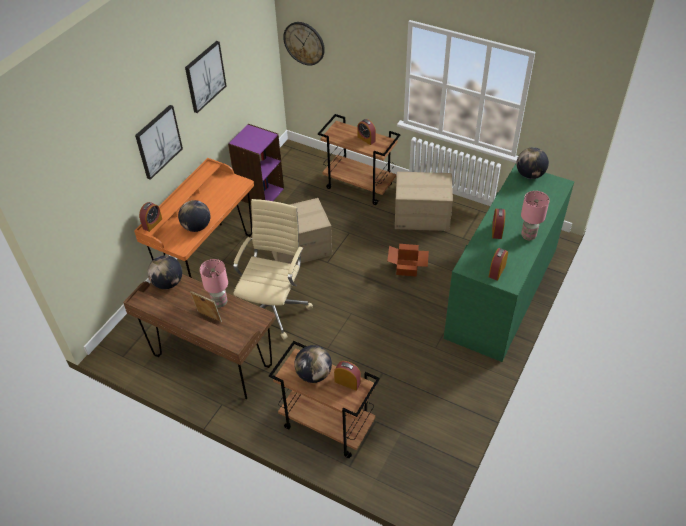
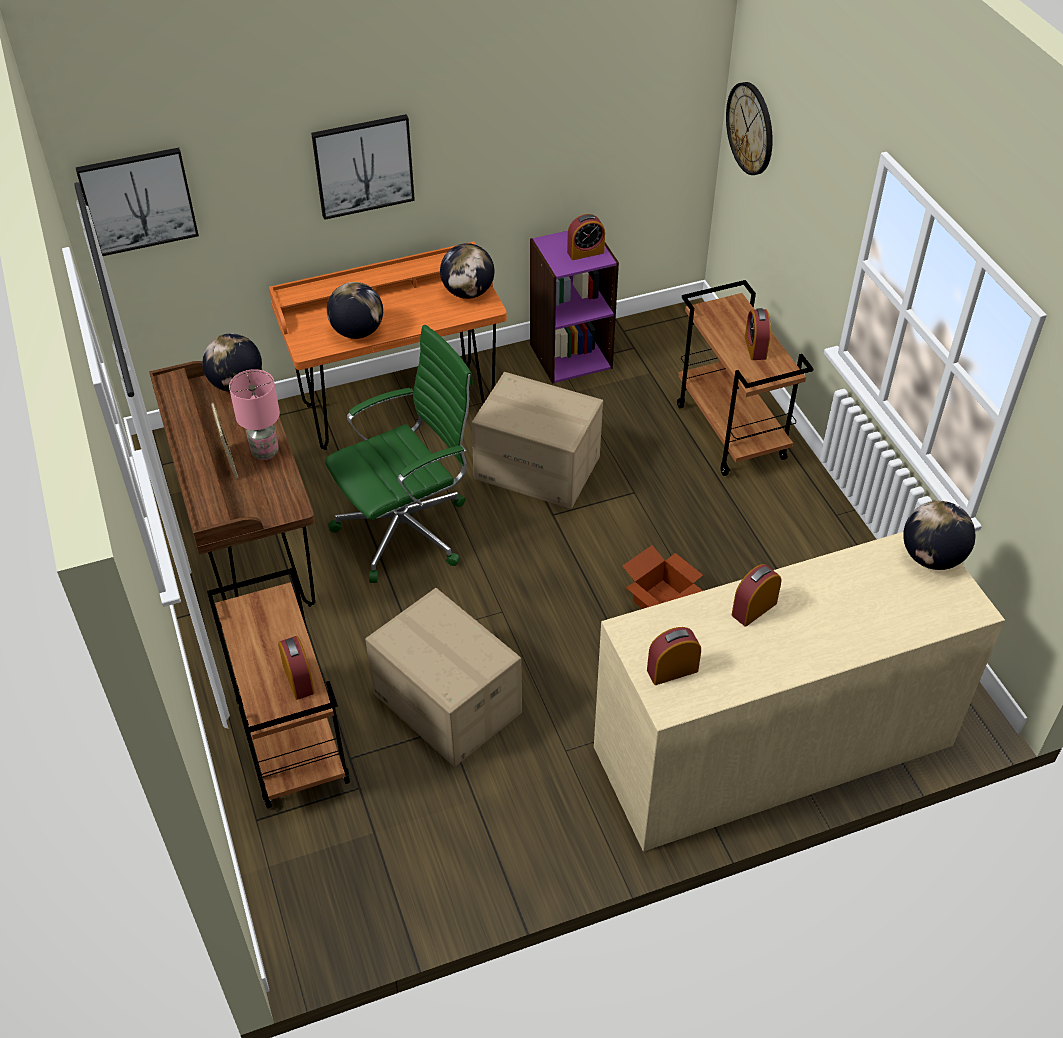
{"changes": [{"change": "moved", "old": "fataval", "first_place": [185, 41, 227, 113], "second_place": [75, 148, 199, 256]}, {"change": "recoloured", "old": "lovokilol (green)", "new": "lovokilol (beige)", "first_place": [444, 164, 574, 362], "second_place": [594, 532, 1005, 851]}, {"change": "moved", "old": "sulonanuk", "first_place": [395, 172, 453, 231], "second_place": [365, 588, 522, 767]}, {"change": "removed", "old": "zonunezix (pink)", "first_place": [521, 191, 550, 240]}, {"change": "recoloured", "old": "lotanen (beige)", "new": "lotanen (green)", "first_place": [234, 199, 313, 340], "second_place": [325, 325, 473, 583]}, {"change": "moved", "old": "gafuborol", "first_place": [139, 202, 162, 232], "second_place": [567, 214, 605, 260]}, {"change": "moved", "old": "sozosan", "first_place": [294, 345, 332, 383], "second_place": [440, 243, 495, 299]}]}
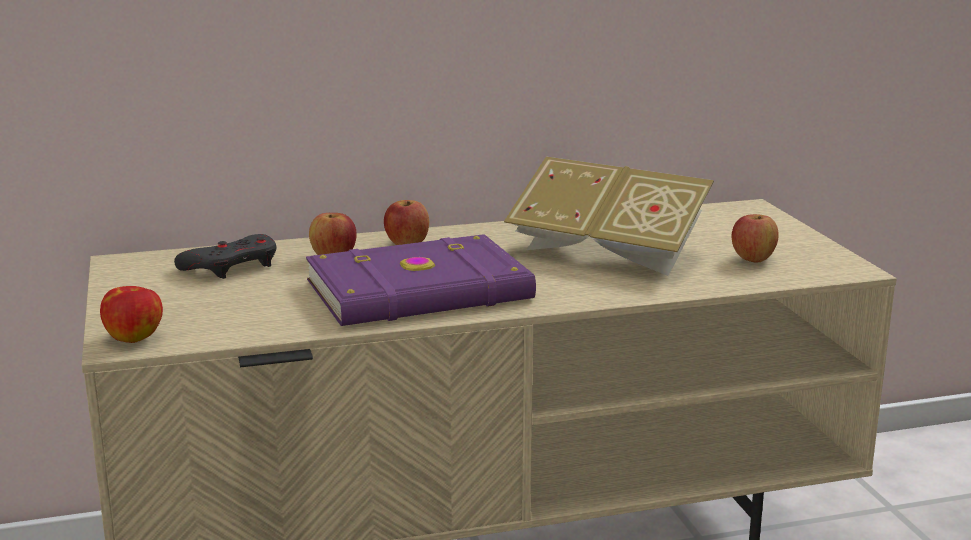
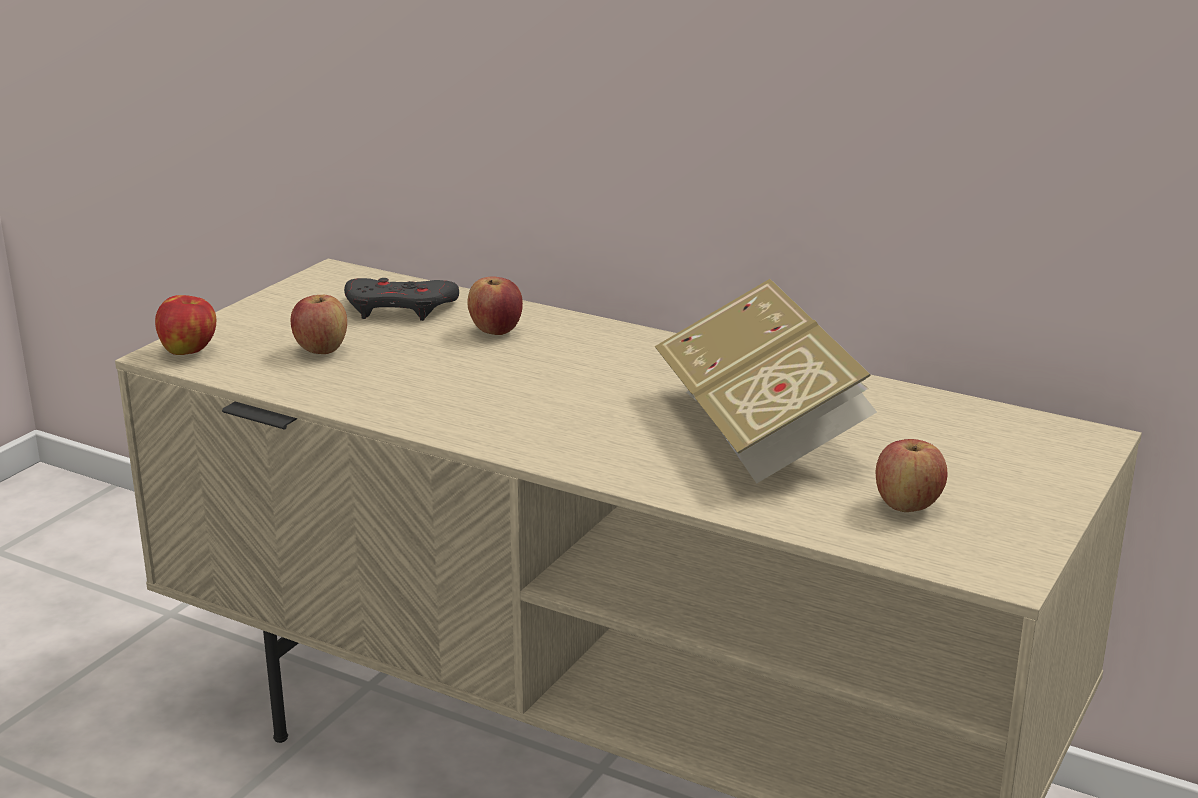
{"changes": [{"change": "moved", "old": "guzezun", "first_place": [384, 200, 429, 245], "second_place": [291, 295, 347, 354]}, {"change": "removed", "old": "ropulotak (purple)", "first_place": [306, 234, 536, 326]}]}
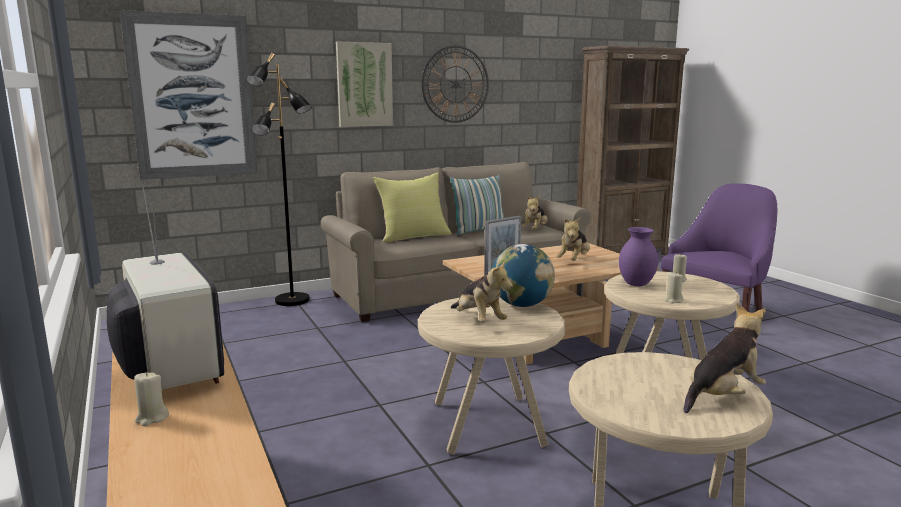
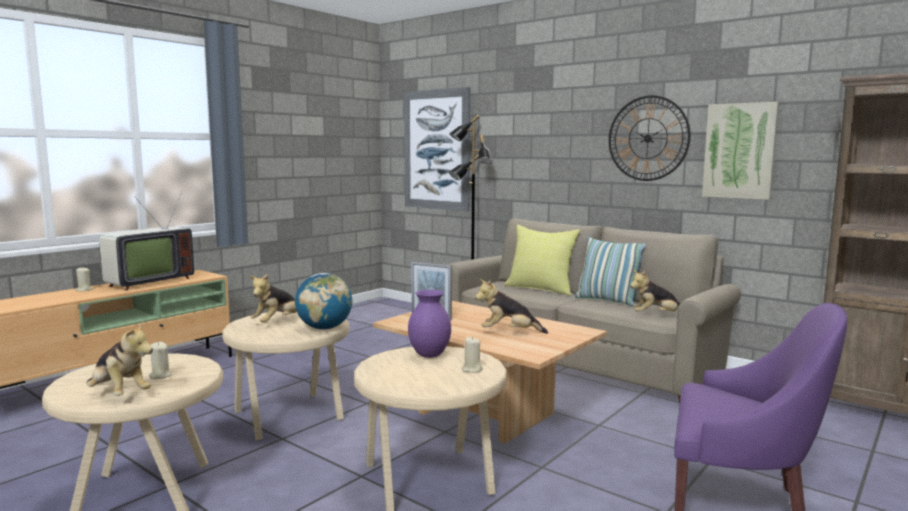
{"changes": [{"change": "moved", "old": "fataval", "first_place": [336, 42, 393, 127], "second_place": [702, 102, 779, 200]}, {"change": "moved", "old": "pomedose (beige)", "first_place": [664, 272, 684, 304], "second_place": [149, 342, 172, 379]}]}
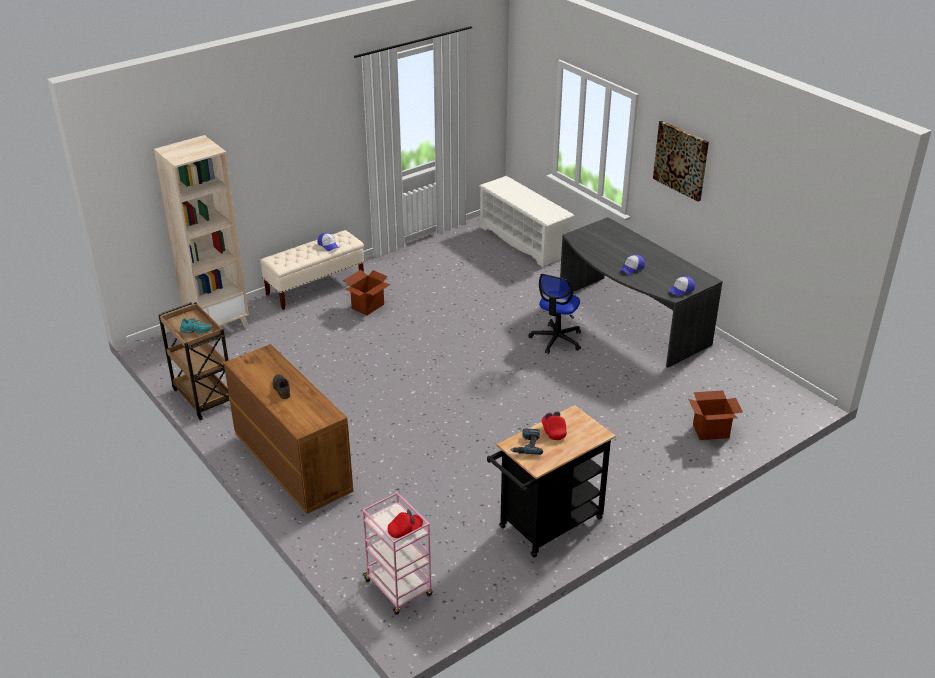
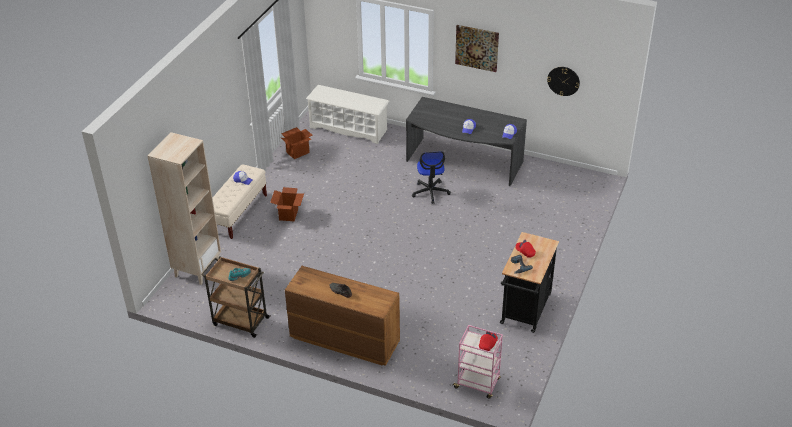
{"changes": [{"change": "moved", "old": "sulonanuk", "first_place": [689, 390, 743, 440], "second_place": [281, 127, 312, 159]}, {"change": "added", "new": "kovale", "second_place": [547, 67, 580, 96]}]}
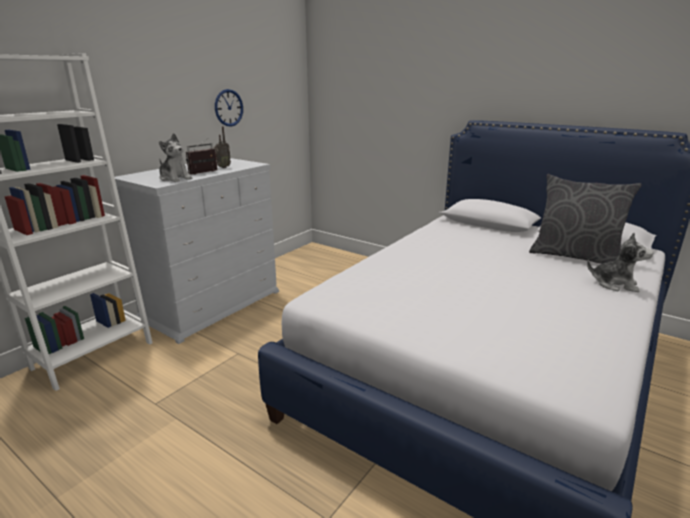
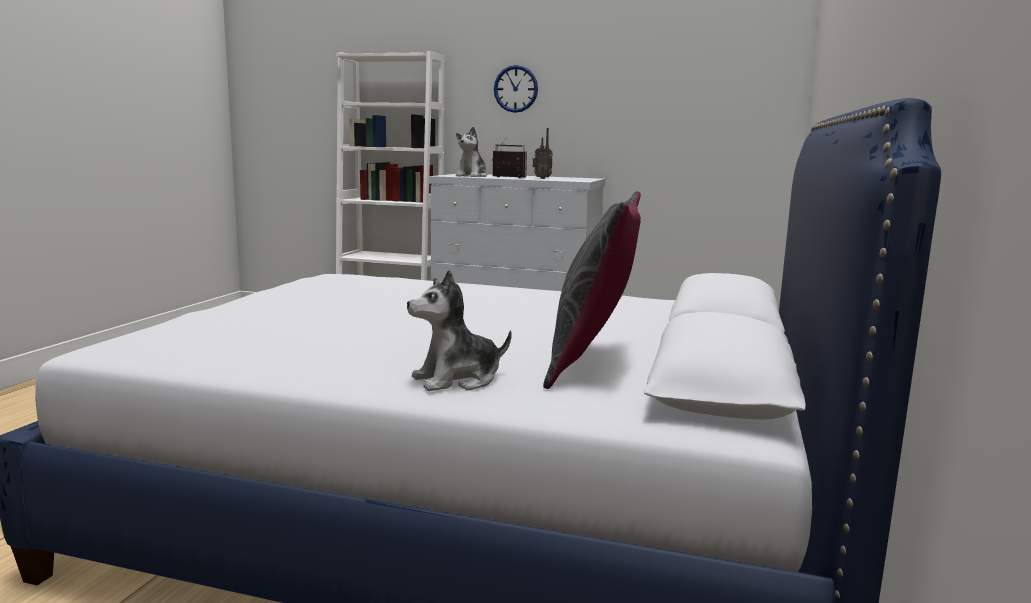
{"changes": [{"change": "moved", "old": "kovale", "first_place": [215, 89, 243, 127], "second_place": [494, 65, 538, 113]}, {"change": "turned", "old": "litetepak", "first_place": [587, 233, 654, 292], "second_place": [407, 270, 512, 391], "degrees": 60}]}
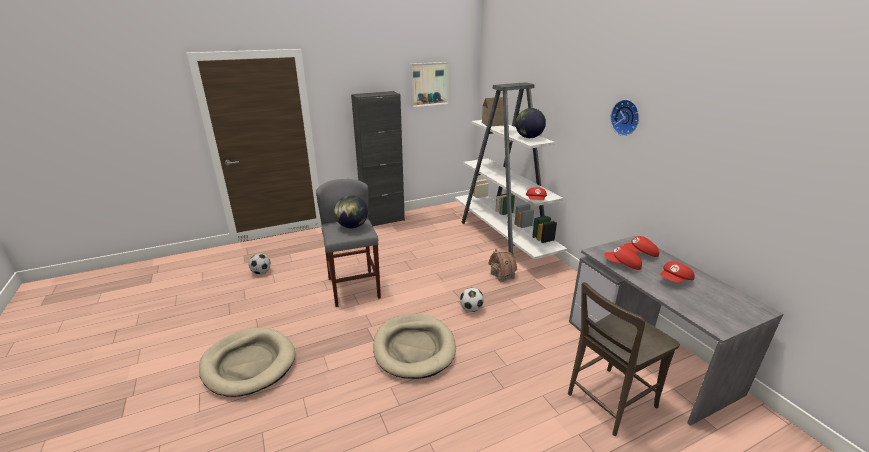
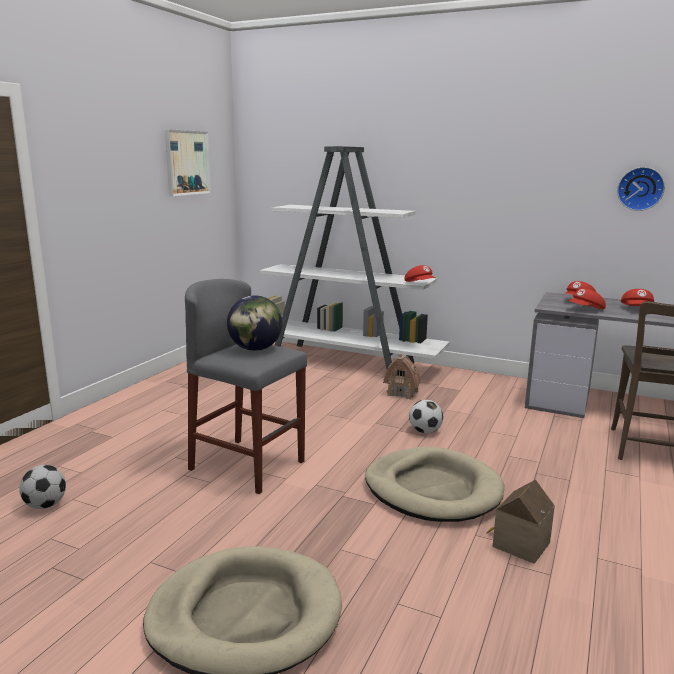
{"changes": [{"change": "removed", "old": "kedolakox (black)", "first_place": [351, 91, 405, 226]}, {"change": "moved", "old": "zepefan", "first_place": [482, 97, 504, 126], "second_place": [486, 480, 555, 564]}, {"change": "moved", "old": "kovale", "first_place": [610, 99, 639, 136], "second_place": [617, 167, 665, 211]}, {"change": "removed", "old": "sozosan", "first_place": [516, 108, 546, 138]}]}
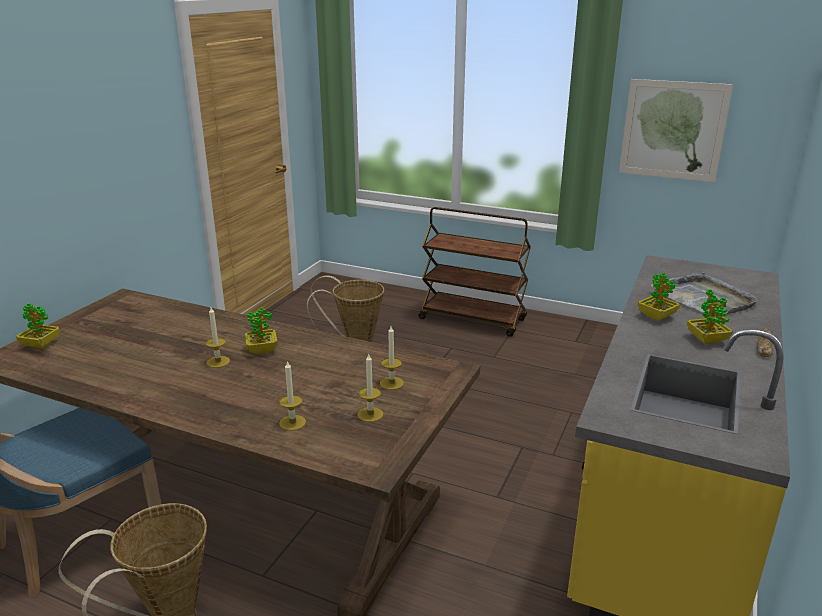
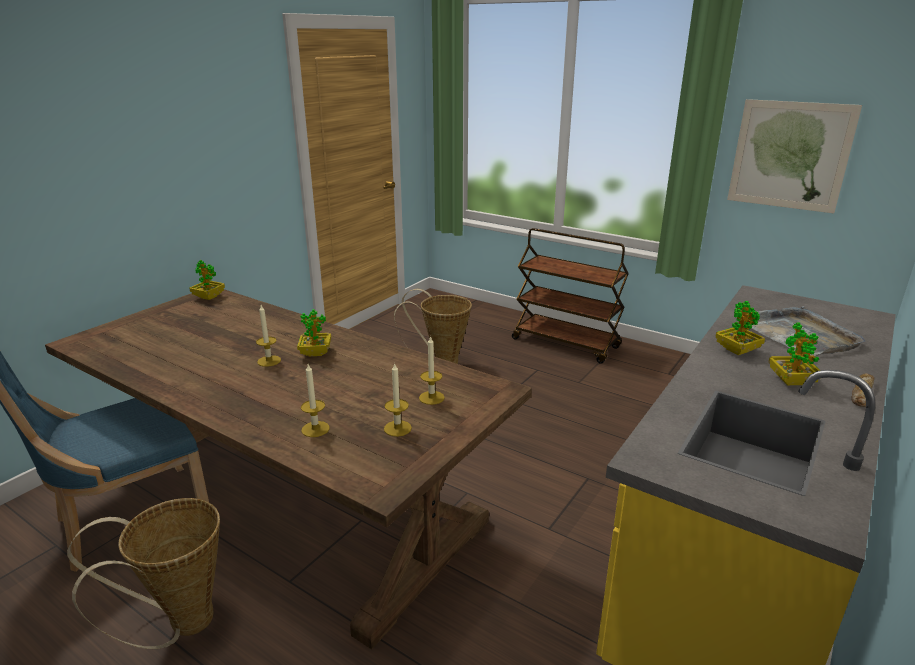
{"changes": [{"change": "moved", "old": "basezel", "first_place": [16, 303, 60, 349], "second_place": [189, 260, 225, 300]}]}
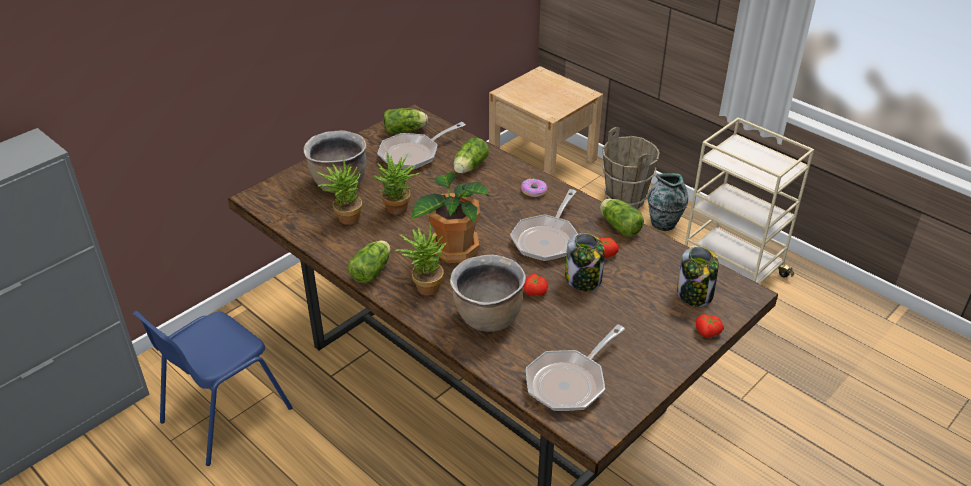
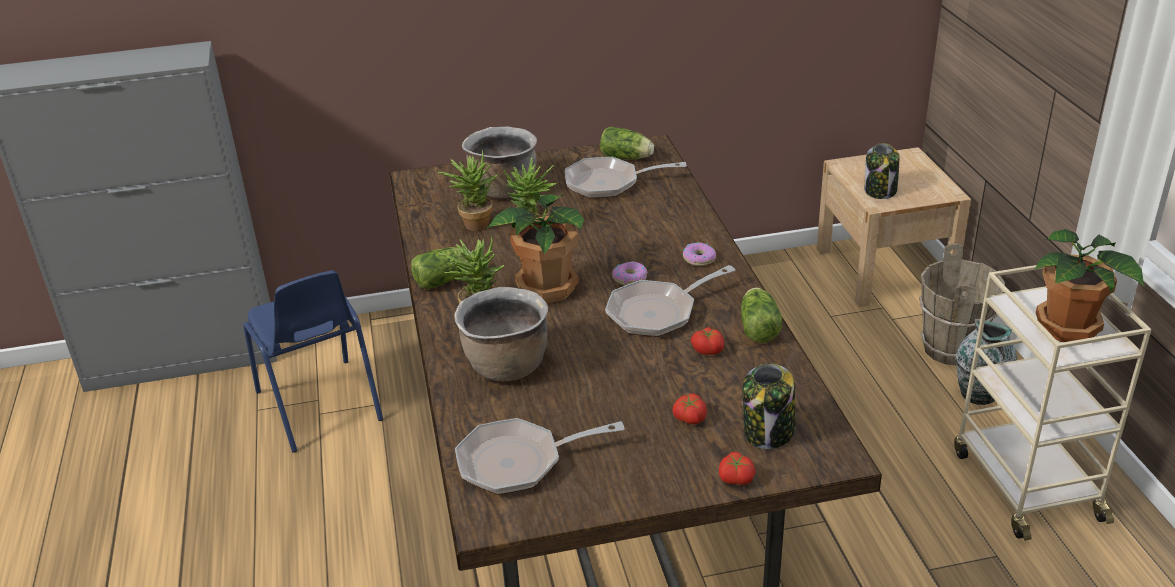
{"changes": [{"change": "removed", "old": "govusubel", "first_place": [453, 138, 489, 174]}, {"change": "moved", "old": "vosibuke", "first_place": [565, 233, 605, 291], "second_place": [864, 143, 900, 199]}, {"change": "moved", "old": "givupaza", "first_place": [524, 274, 548, 296], "second_place": [673, 393, 707, 424]}, {"change": "turned", "old": "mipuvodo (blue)", "first_place": [132, 311, 293, 466], "second_place": [243, 270, 383, 453], "degrees": -105}, {"change": "added", "new": "basezel", "second_place": [1035, 229, 1144, 342]}, {"change": "added", "new": "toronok", "second_place": [612, 262, 647, 285]}]}
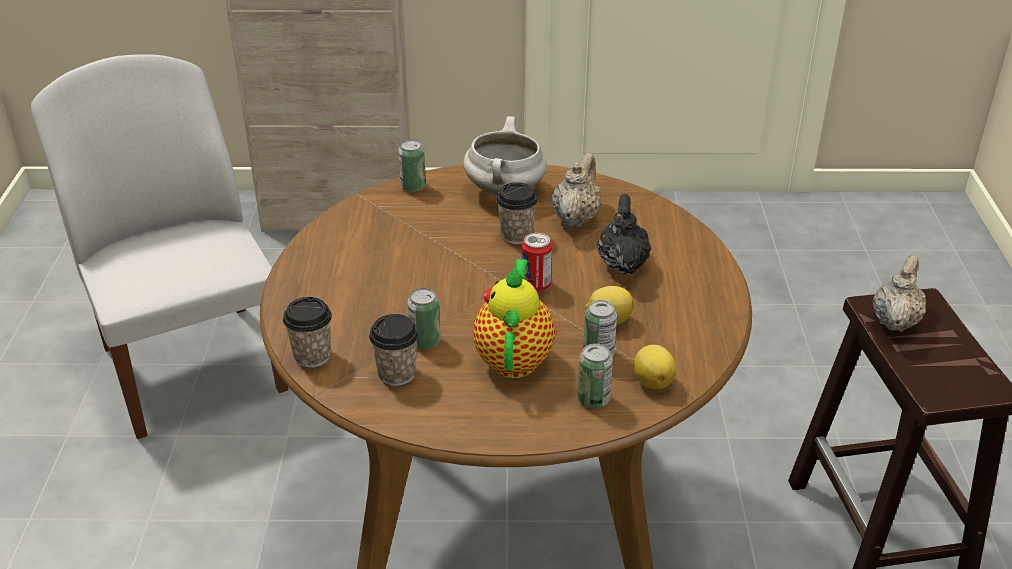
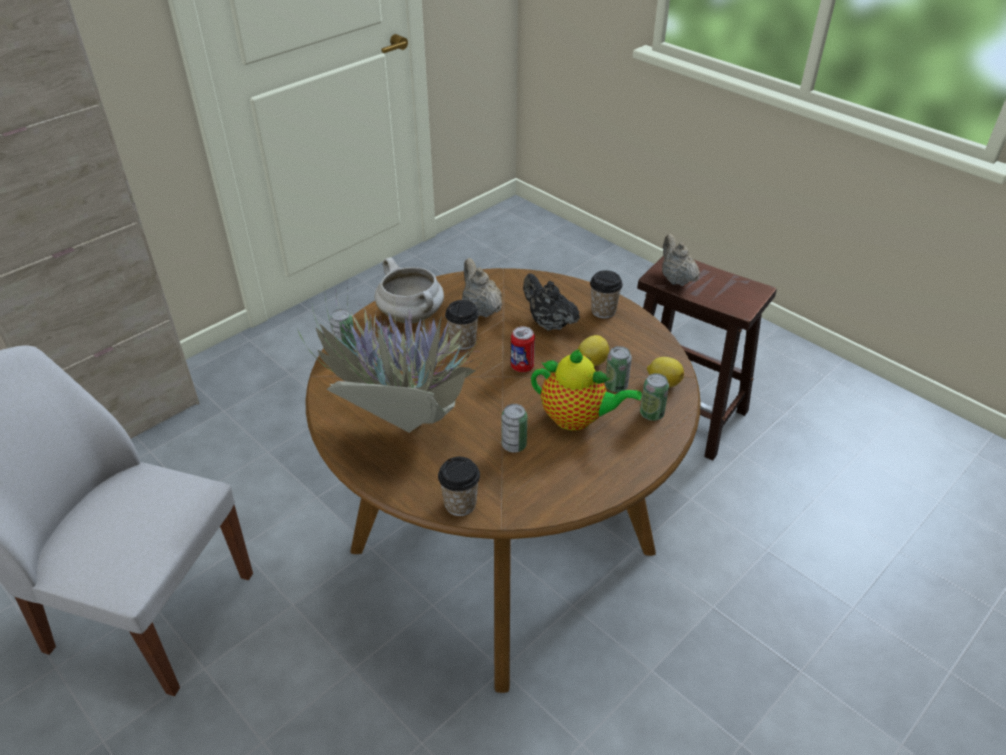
{"changes": [{"change": "turned", "old": "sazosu", "first_place": [473, 259, 555, 378], "second_place": [531, 349, 642, 431], "degrees": 150}, {"change": "moved", "old": "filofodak", "first_place": [369, 314, 419, 386], "second_place": [590, 270, 623, 319]}, {"change": "added", "new": "basezel", "second_place": [298, 284, 482, 433]}]}
